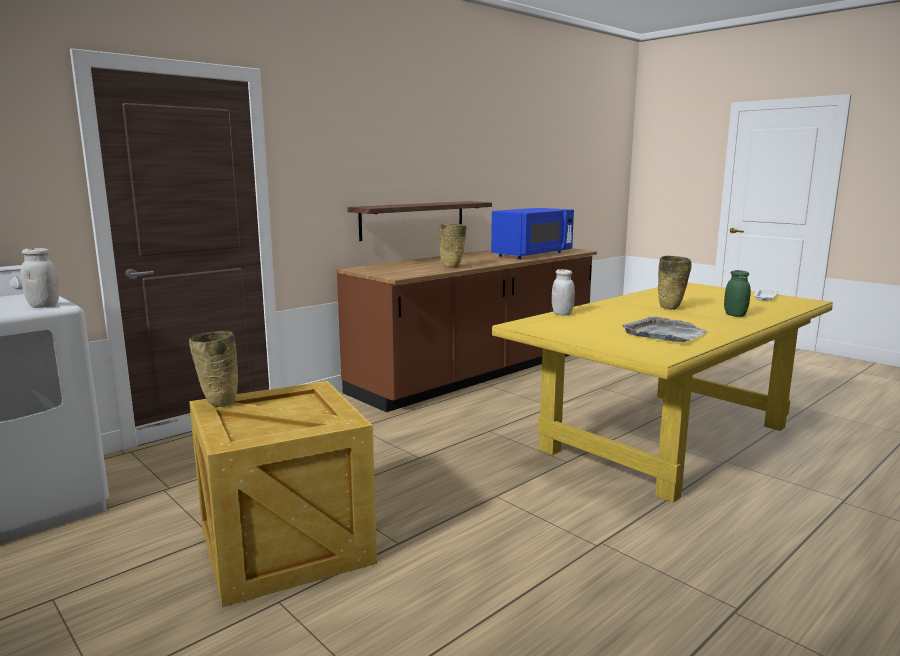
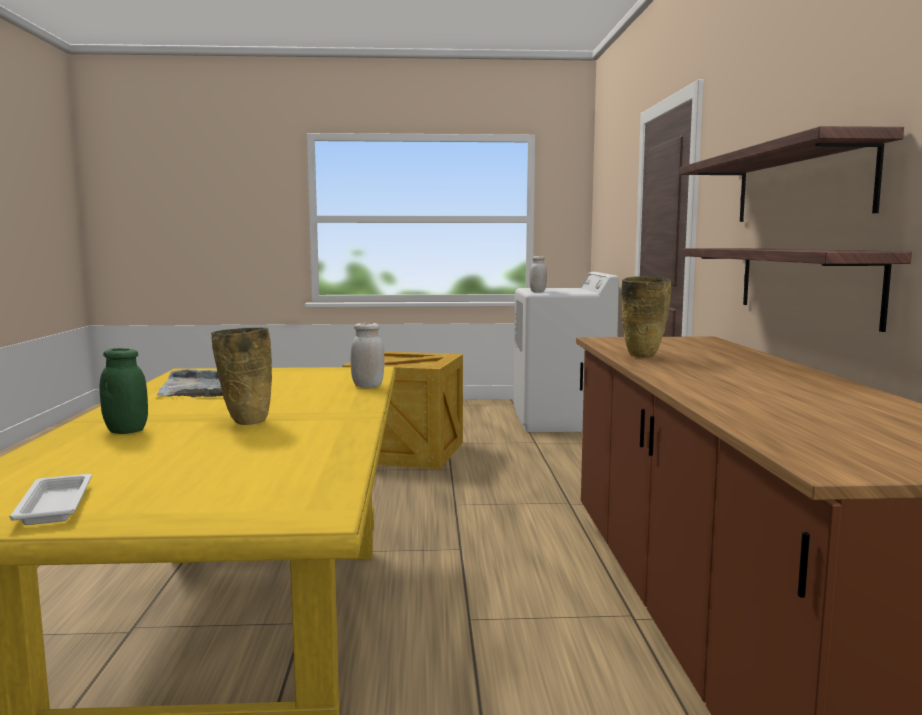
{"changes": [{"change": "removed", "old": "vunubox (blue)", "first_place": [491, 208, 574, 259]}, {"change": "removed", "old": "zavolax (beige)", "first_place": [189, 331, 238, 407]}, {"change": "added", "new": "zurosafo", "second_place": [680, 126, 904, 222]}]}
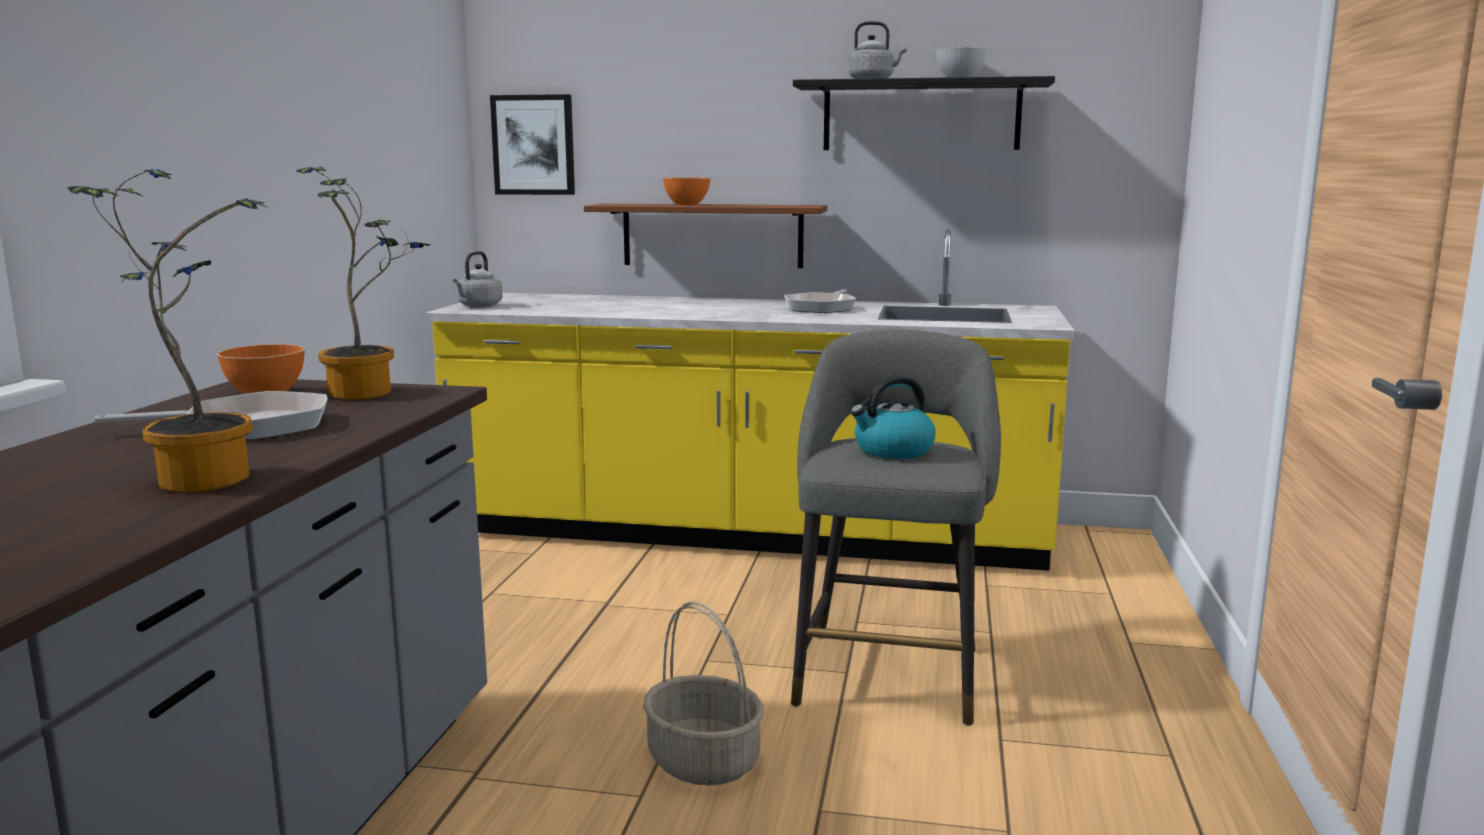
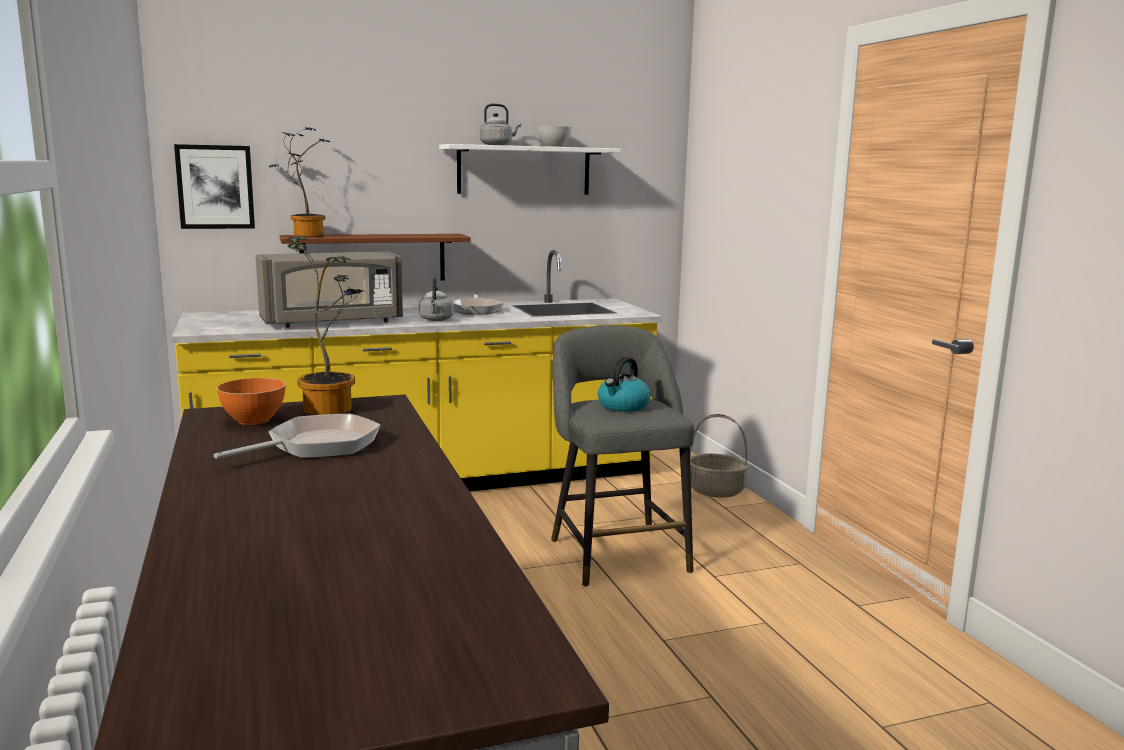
{"changes": [{"change": "recoloured", "old": "zurosafo (black)", "new": "zurosafo (white)", "first_place": [793, 76, 1055, 150], "second_place": [439, 144, 621, 195]}, {"change": "moved", "old": "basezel", "first_place": [67, 169, 268, 493], "second_place": [269, 127, 330, 237]}, {"change": "removed", "old": "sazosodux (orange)", "first_place": [663, 178, 710, 205]}, {"change": "moved", "old": "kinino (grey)", "first_place": [453, 251, 502, 307], "second_place": [419, 277, 454, 321]}, {"change": "moved", "old": "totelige", "first_place": [643, 601, 764, 786], "second_place": [690, 414, 749, 498]}, {"change": "added", "new": "vunubox (grey)", "second_place": [255, 251, 403, 328]}]}
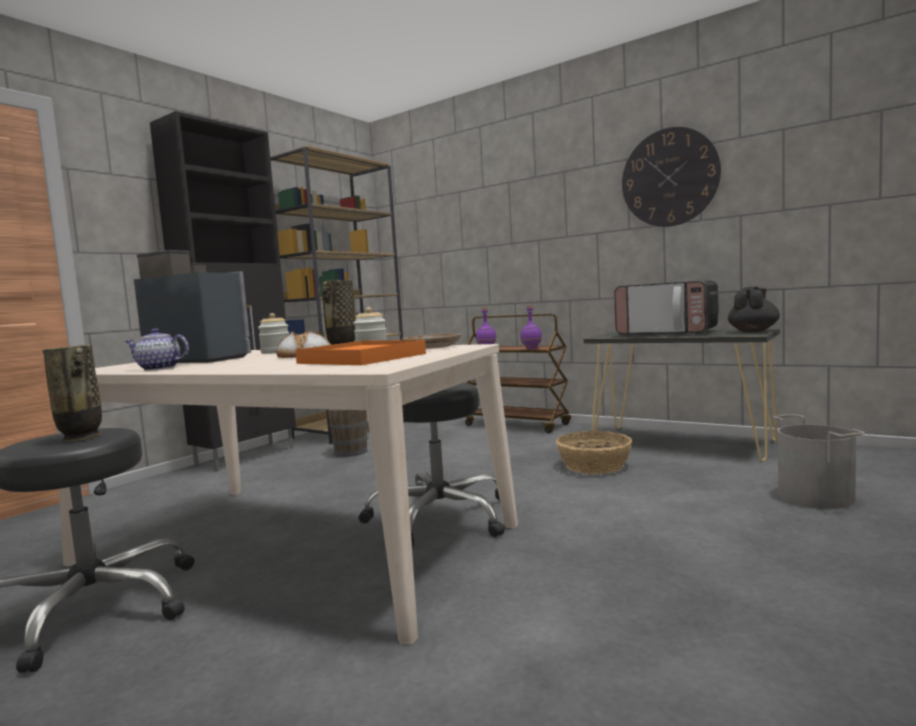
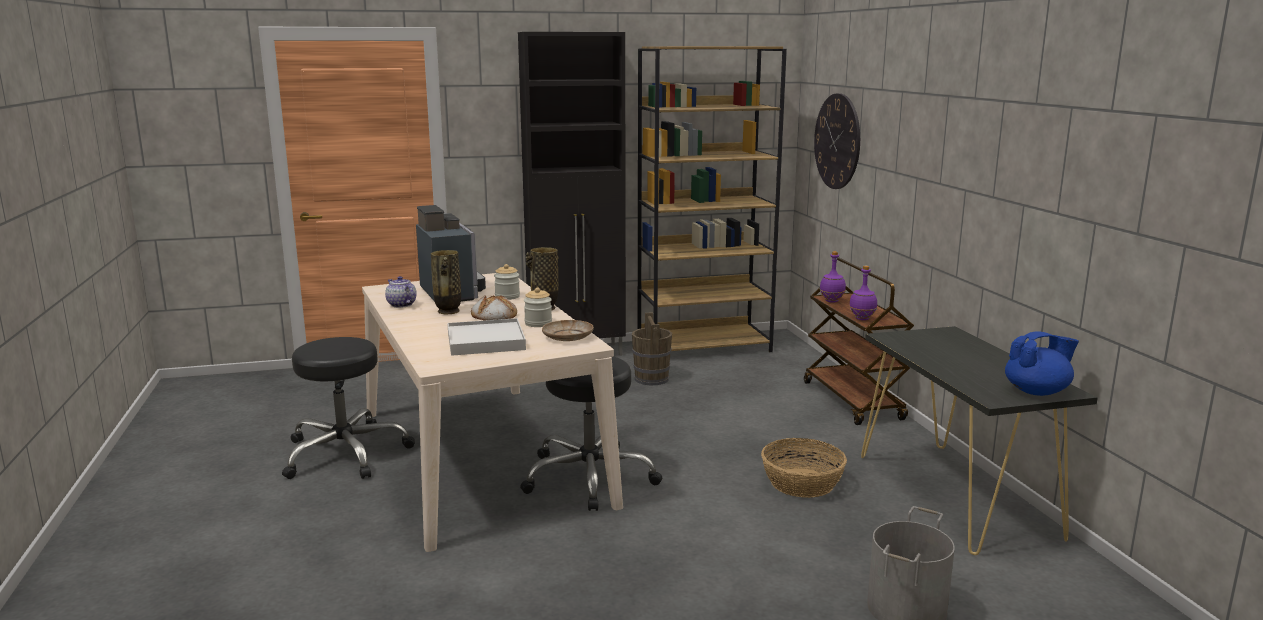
{"changes": [{"change": "moved", "old": "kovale", "first_place": [622, 127, 721, 227], "second_place": [814, 93, 860, 189]}, {"change": "removed", "old": "vunubox", "first_place": [614, 280, 718, 336]}, {"change": "recoloured", "old": "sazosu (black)", "new": "sazosu (blue)", "first_place": [728, 286, 780, 332], "second_place": [1005, 331, 1079, 396]}, {"change": "recoloured", "old": "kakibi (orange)", "new": "kakibi (white)", "first_place": [295, 340, 426, 365], "second_place": [447, 318, 526, 356]}, {"change": "moved", "old": "zavolax", "first_place": [43, 345, 102, 441], "second_place": [431, 250, 461, 314]}]}
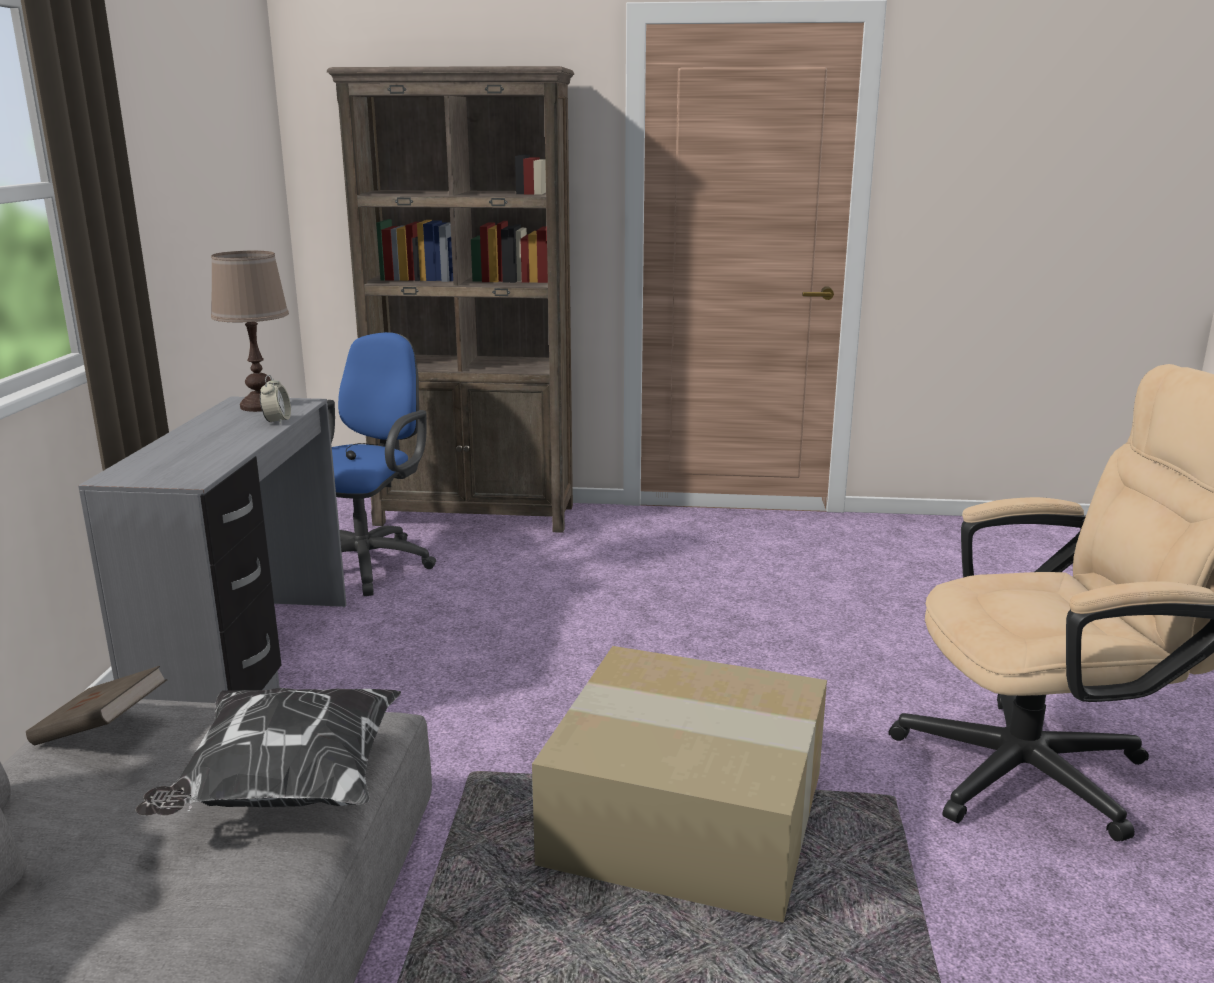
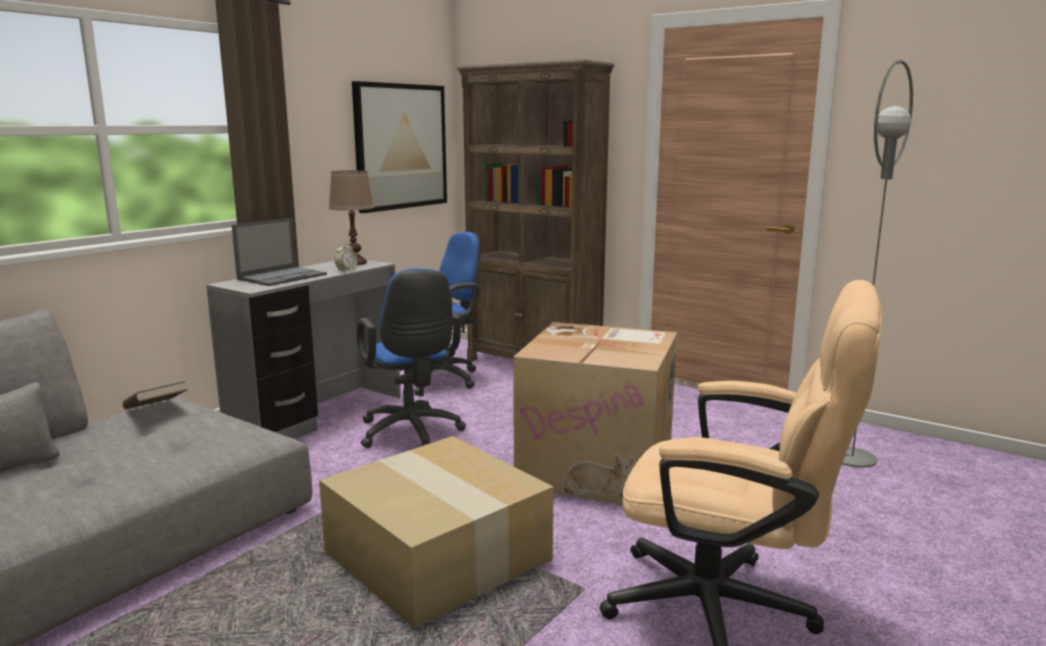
{"changes": [{"change": "removed", "old": "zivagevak", "first_place": [136, 688, 401, 816]}, {"change": "added", "new": "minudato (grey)", "second_place": [842, 59, 913, 468]}, {"change": "added", "new": "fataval", "second_place": [352, 81, 447, 213]}, {"change": "added", "new": "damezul", "second_place": [232, 218, 327, 286]}, {"change": "added", "new": "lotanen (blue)", "second_place": [356, 268, 466, 448]}, {"change": "added", "new": "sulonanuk", "second_place": [513, 322, 677, 504]}]}
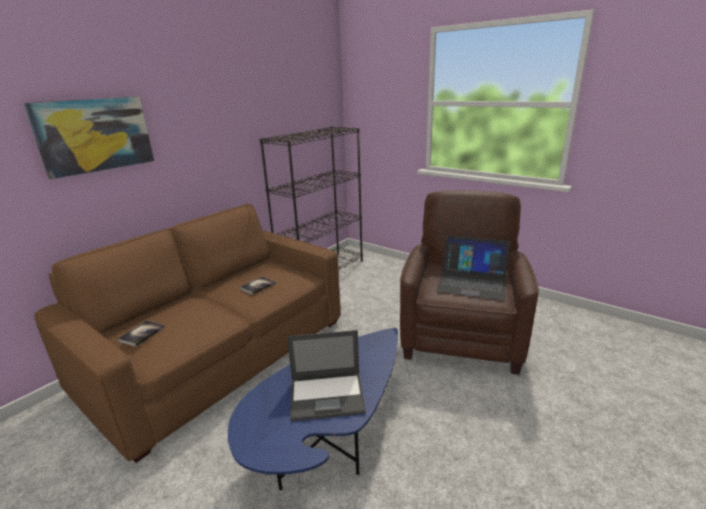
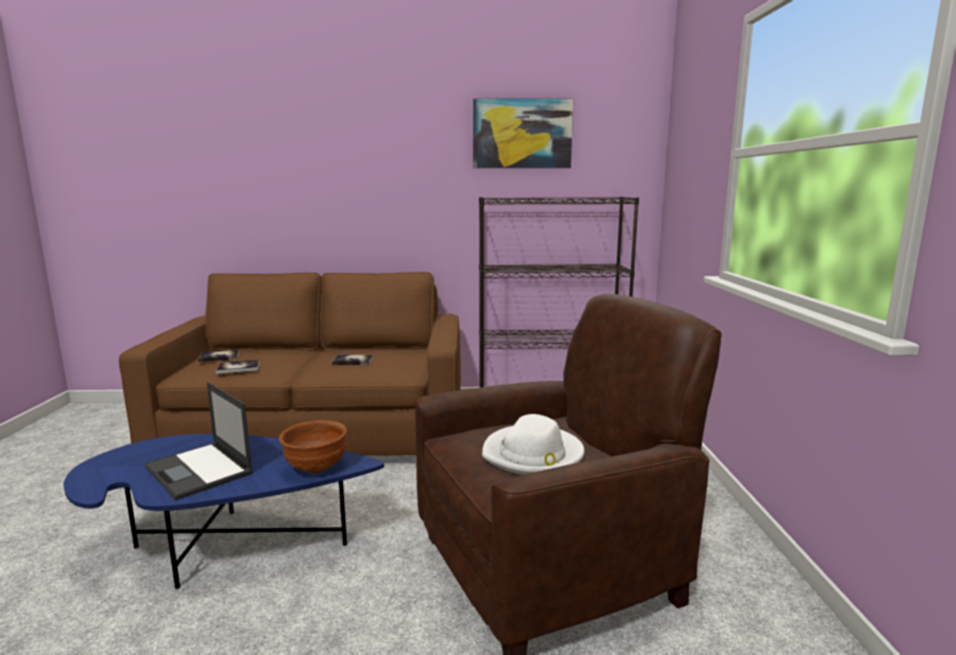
{"changes": [{"change": "moved", "old": "fataval", "first_place": [23, 96, 154, 179], "second_place": [473, 98, 573, 168]}, {"change": "replaced", "old": "damezul", "new": "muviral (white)", "first_place": [436, 236, 510, 301], "second_place": [482, 414, 585, 475]}, {"change": "added", "new": "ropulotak", "second_place": [216, 360, 260, 374]}, {"change": "added", "new": "sazosodux (brown)", "second_place": [279, 420, 347, 473]}]}
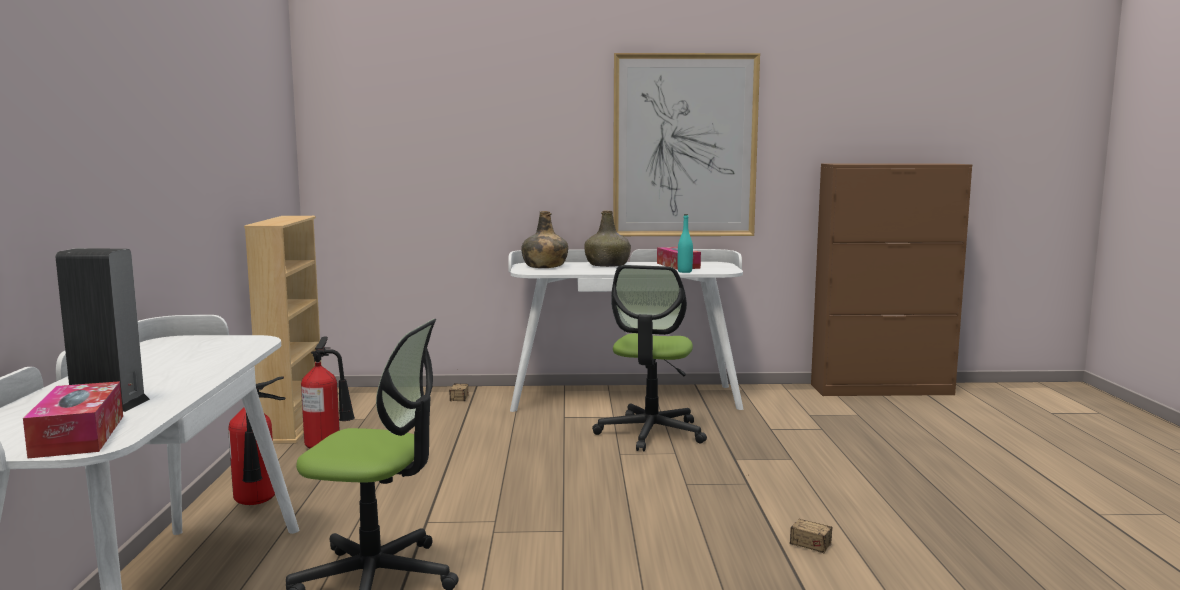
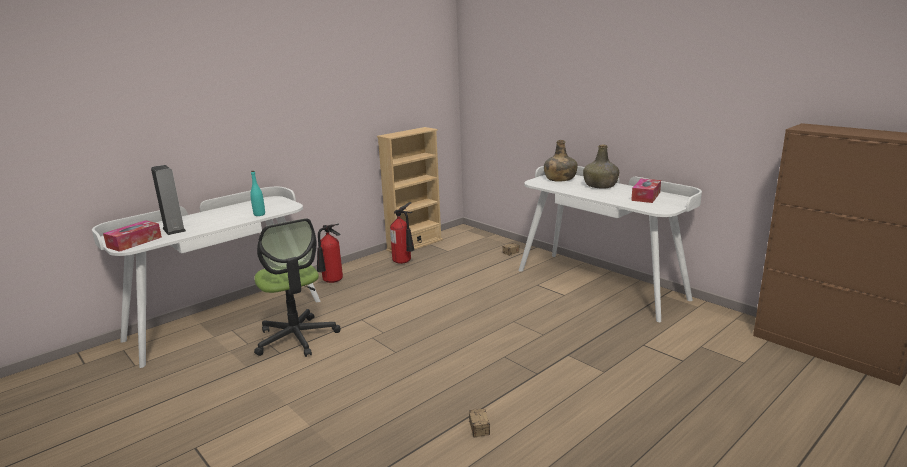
{"changes": [{"change": "removed", "old": "fataval", "first_place": [613, 53, 760, 236]}, {"change": "moved", "old": "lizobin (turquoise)", "first_place": [678, 214, 693, 273], "second_place": [250, 171, 265, 216]}, {"change": "removed", "old": "lotanen", "first_place": [592, 265, 707, 451]}]}
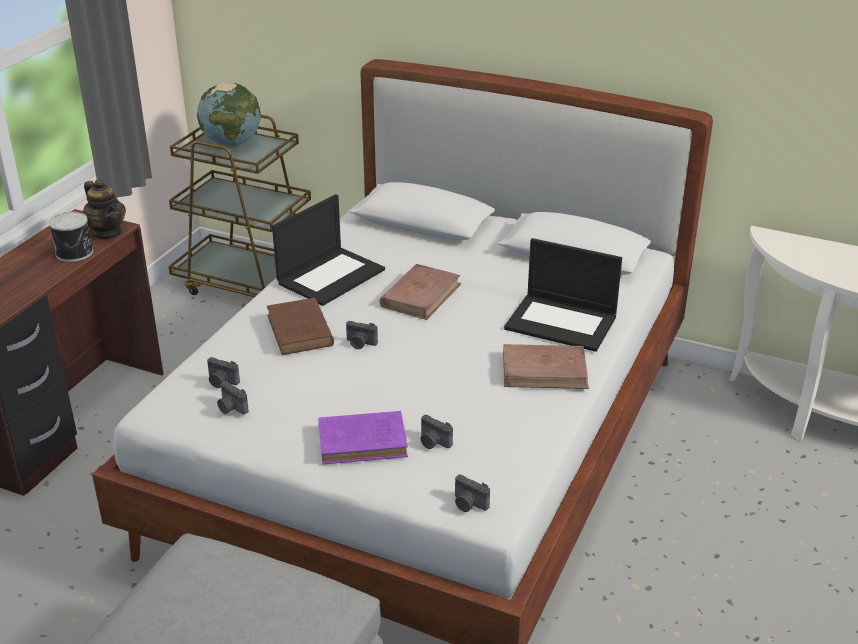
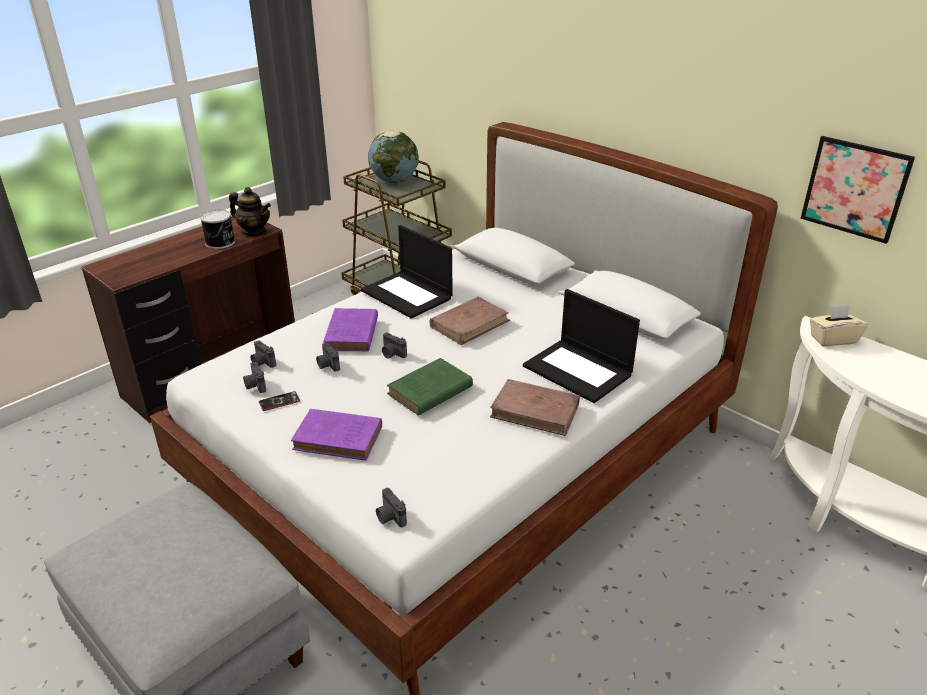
{"changes": [{"change": "turned", "old": "sazosu", "first_place": [83, 179, 126, 239], "second_place": [229, 187, 271, 236], "degrees": -45}, {"change": "turned", "old": "damezul", "first_place": [272, 194, 385, 306], "second_place": [361, 225, 453, 319], "degrees": 75}, {"change": "recoloured", "old": "ropulotak (brown)", "new": "ropulotak (purple)", "first_place": [267, 298, 334, 355], "second_place": [323, 308, 378, 352]}, {"change": "moved", "old": "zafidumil", "first_place": [420, 415, 453, 449], "second_place": [316, 342, 340, 372]}, {"change": "added", "new": "fataval", "second_place": [800, 136, 915, 244]}, {"change": "added", "new": "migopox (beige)", "second_place": [810, 305, 868, 346]}, {"change": "added", "new": "ropulotak (green)", "second_place": [387, 358, 473, 416]}, {"change": "added", "new": "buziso", "second_place": [259, 391, 300, 411]}]}
